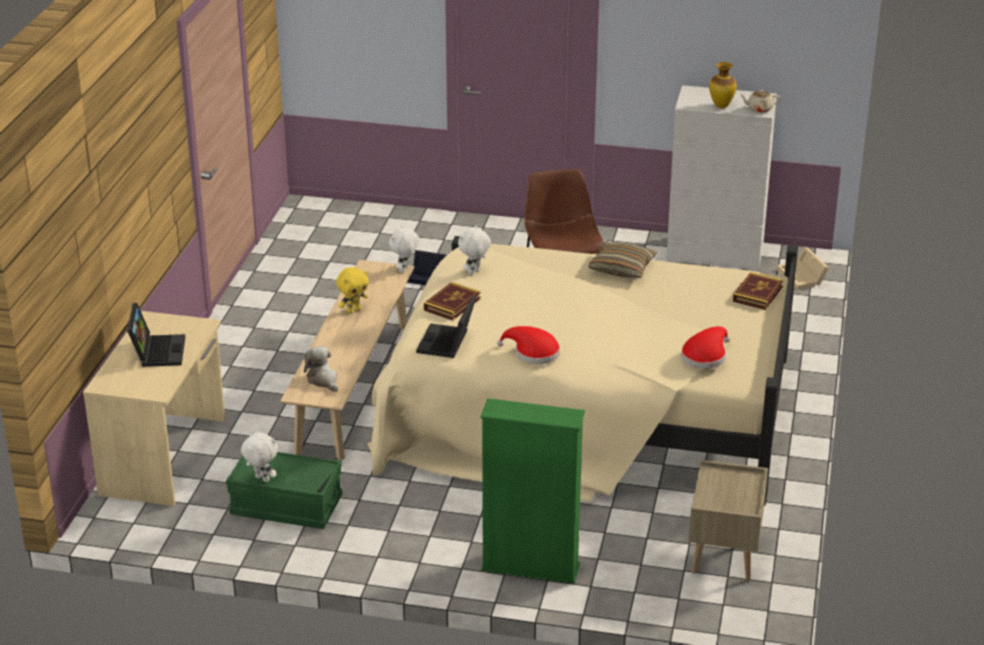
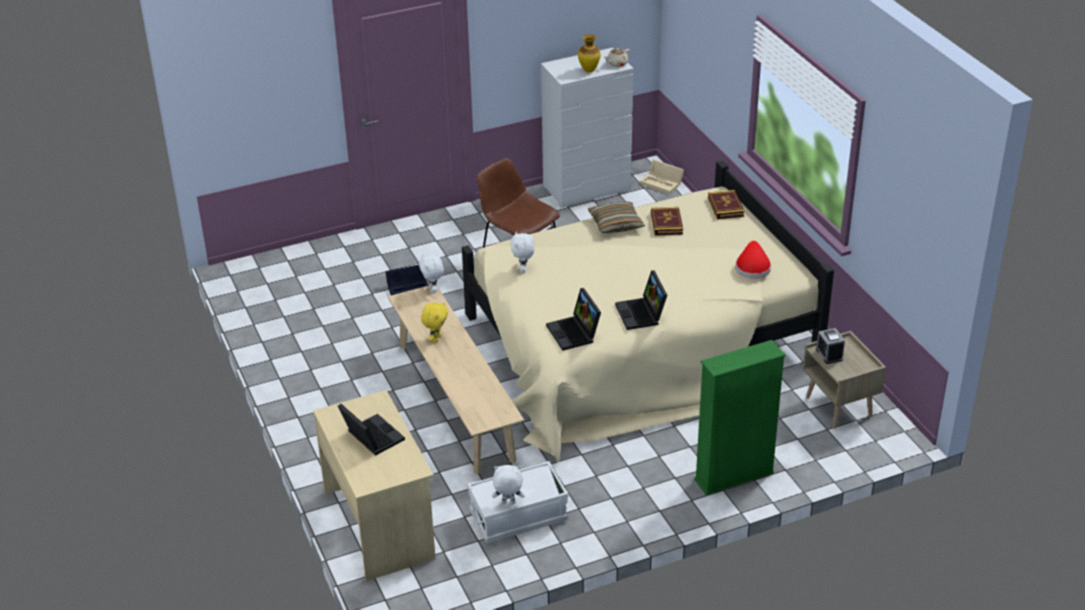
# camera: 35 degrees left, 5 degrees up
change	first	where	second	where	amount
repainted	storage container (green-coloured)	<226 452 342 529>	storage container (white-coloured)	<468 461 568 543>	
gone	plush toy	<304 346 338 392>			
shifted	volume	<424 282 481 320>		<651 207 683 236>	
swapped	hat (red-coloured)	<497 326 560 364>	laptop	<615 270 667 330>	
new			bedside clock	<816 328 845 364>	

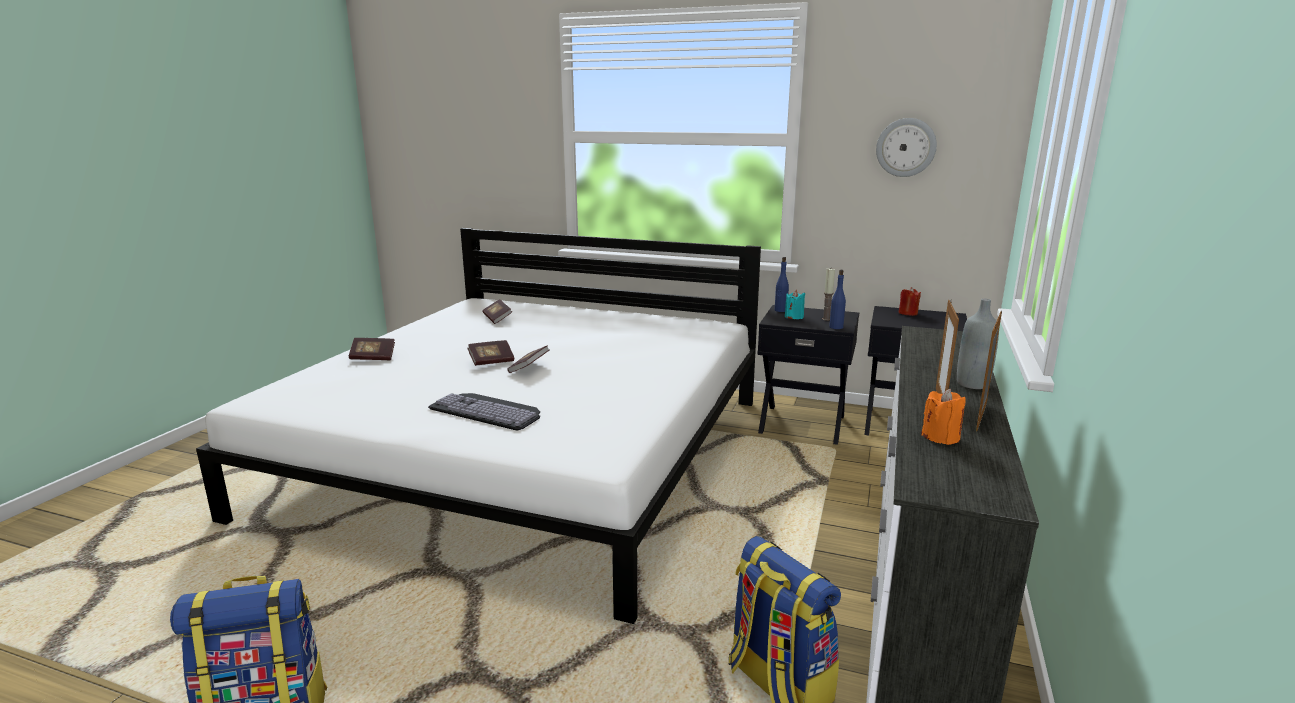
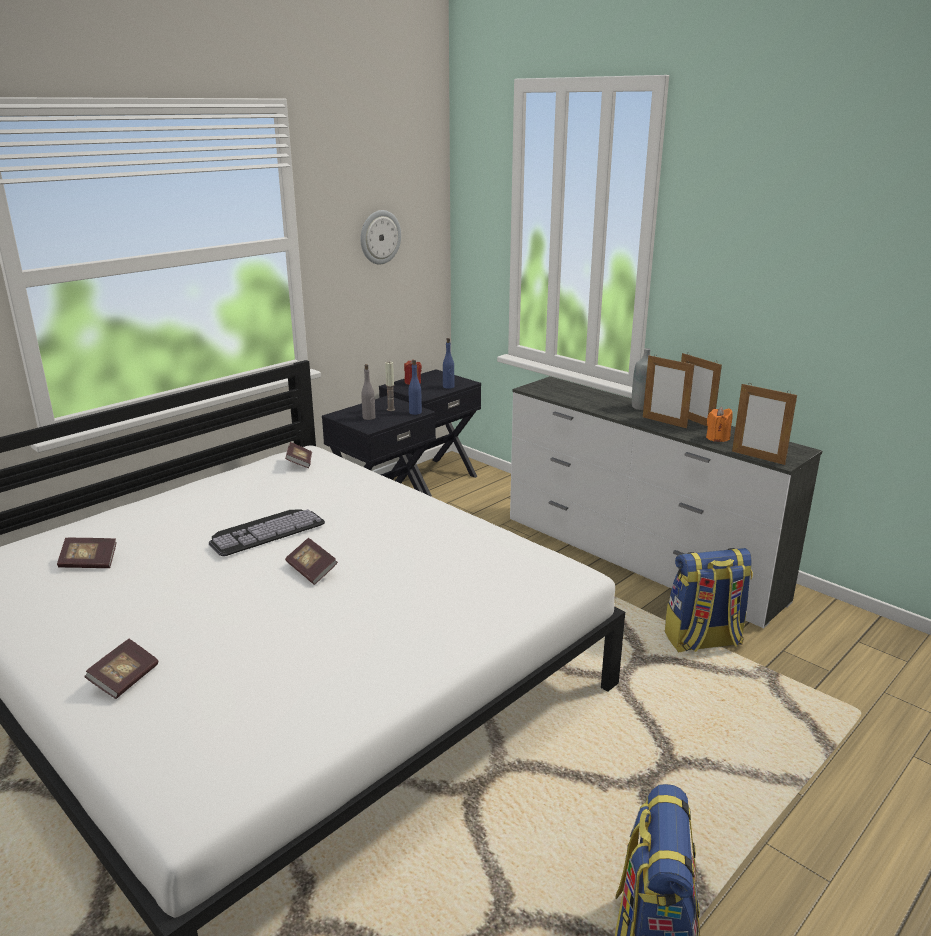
# camera: 65 degrees left, 5 degrees up
change	first	where	second	where	amount
shifted	PC keyboard	<428 393 540 430>		<209 509 325 556>	
shifted	volume	<467 340 515 366>		<285 442 312 468>	
shifted	bottle (bluish)	<775 257 789 312>		<443 338 454 389>	
swapped	wax light (turquoise)	<785 290 805 319>	bottle (grey)	<361 364 375 420>	
new			picture frame	<732 384 797 465>	

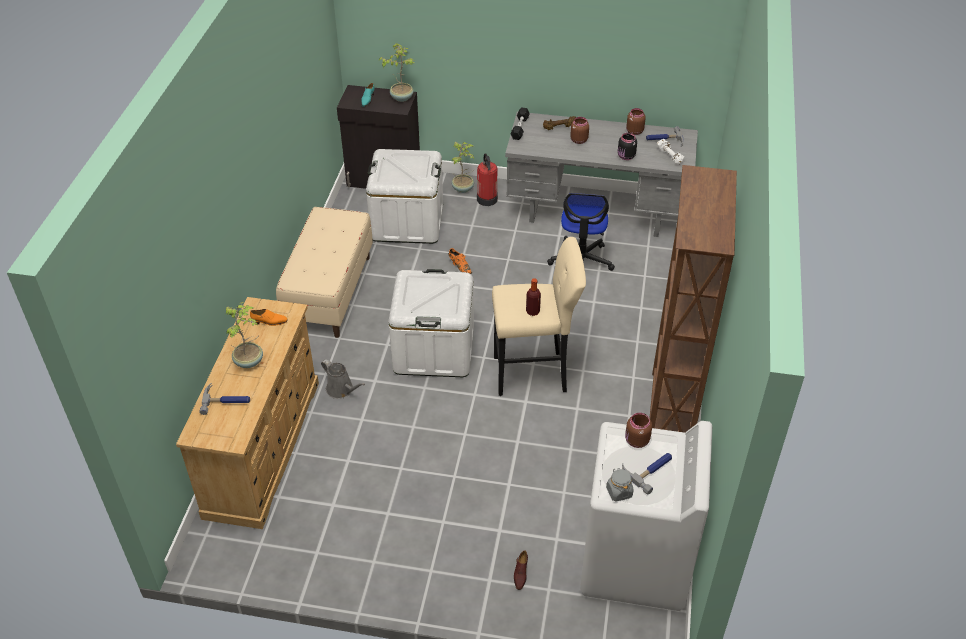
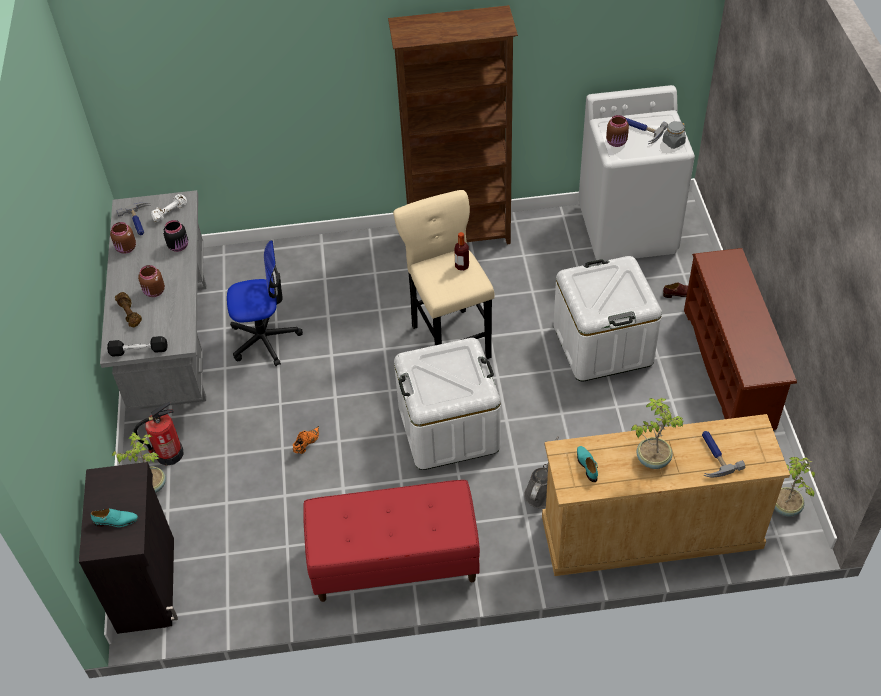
# camera: 105 degrees left, 5 degrees up
change	first	where	second	where	amount
repainted	item of footwear (orangey)	<250 309 288 326>	item of footwear (turquoise)	<577 446 598 482>	
repainted	bench (beige-coloured)	<276 207 373 338>	bench (red-coloured)	<303 480 480 602>	
shifted	storage container (white-coloured)	<366 149 443 244>		<553 256 662 381>	
shifted	houseplant	<378 43 414 102>		<774 457 815 517>	
new			shoe rack (brown)	<684 248 797 430>	

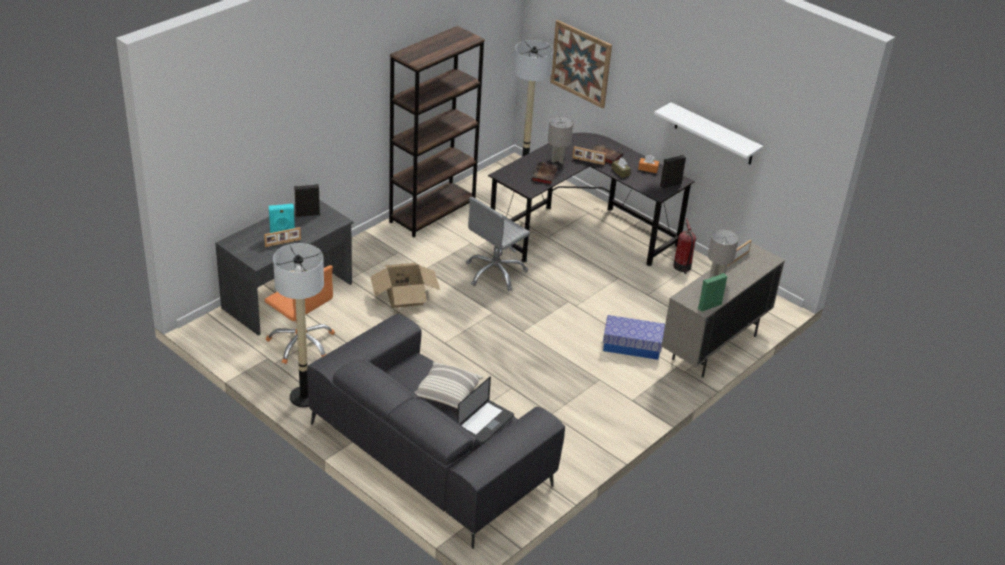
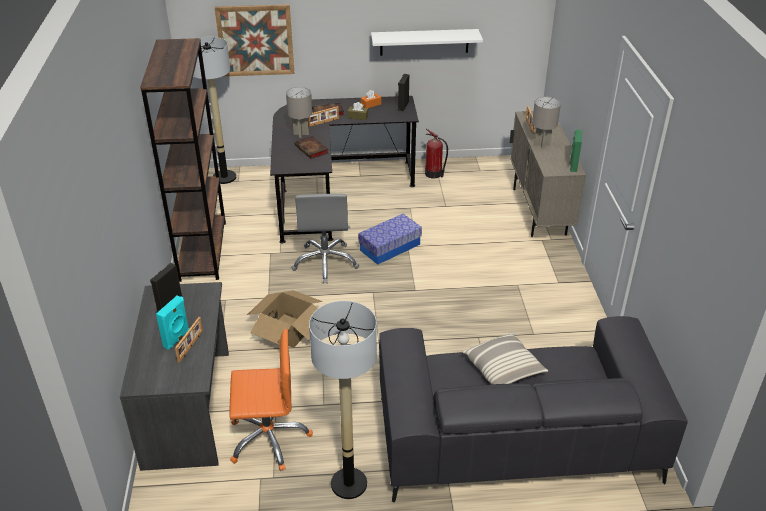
# camera: 45 degrees left, 0 degrees up
change	first	where	second	where	amount
gone	laptop	<457 377 514 444>			
shifted	storage container	<603 315 665 360>		<358 214 422 265>	

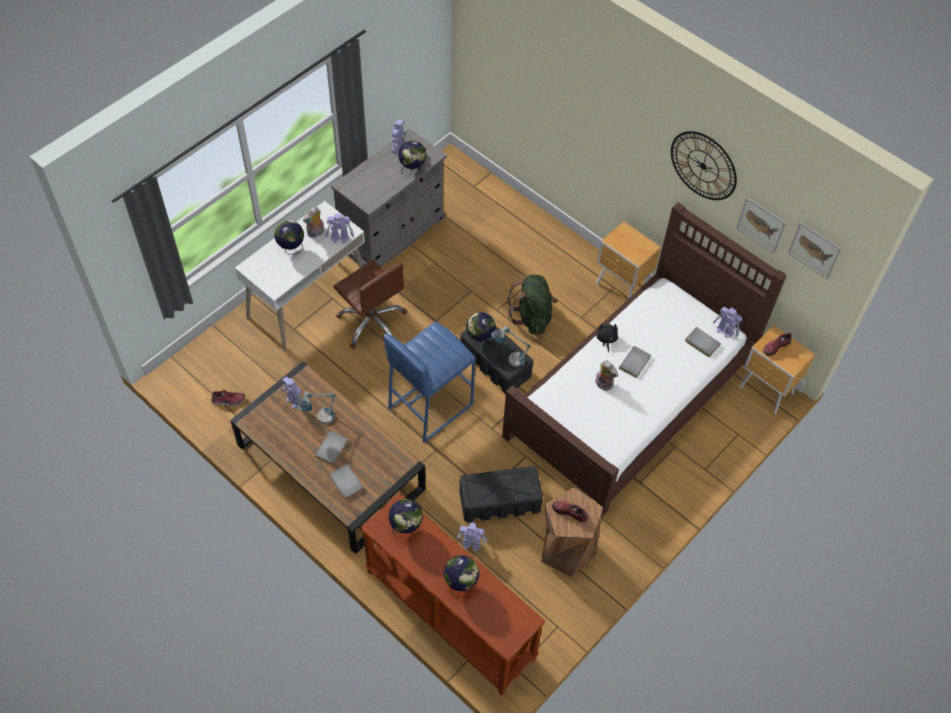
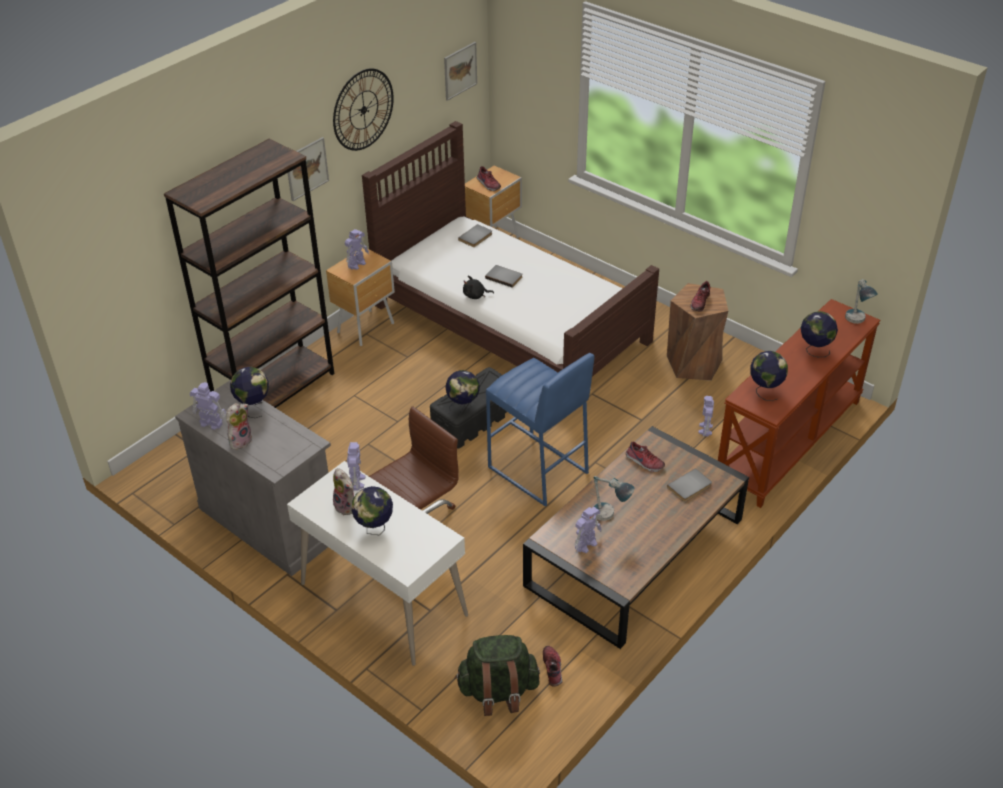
# camera: 90 degrees left, 15 degrees down
change	first	where	second	where	amount
gone	volume (grey)	<315 431 348 465>			
gone	storage container (black-coloured)	<459 466 543 523>			
shifted	tabletop lamp	<491 325 531 367>		<845 279 878 324>	
shifted	knapsack (green-coloured)	<508 275 557 335>		<455 635 540 716>	
shifted	plush toy	<595 360 618 391>		<226 403 252 450>	
shifted	robot figure	<713 307 742 338>		<345 229 369 270>	
shifted	wall picture	<736 197 786 253>		<288 137 329 201>	
new			bookshelf (brown)	<164 139 334 408>	
new			item of footwear	<626 442 665 472>	

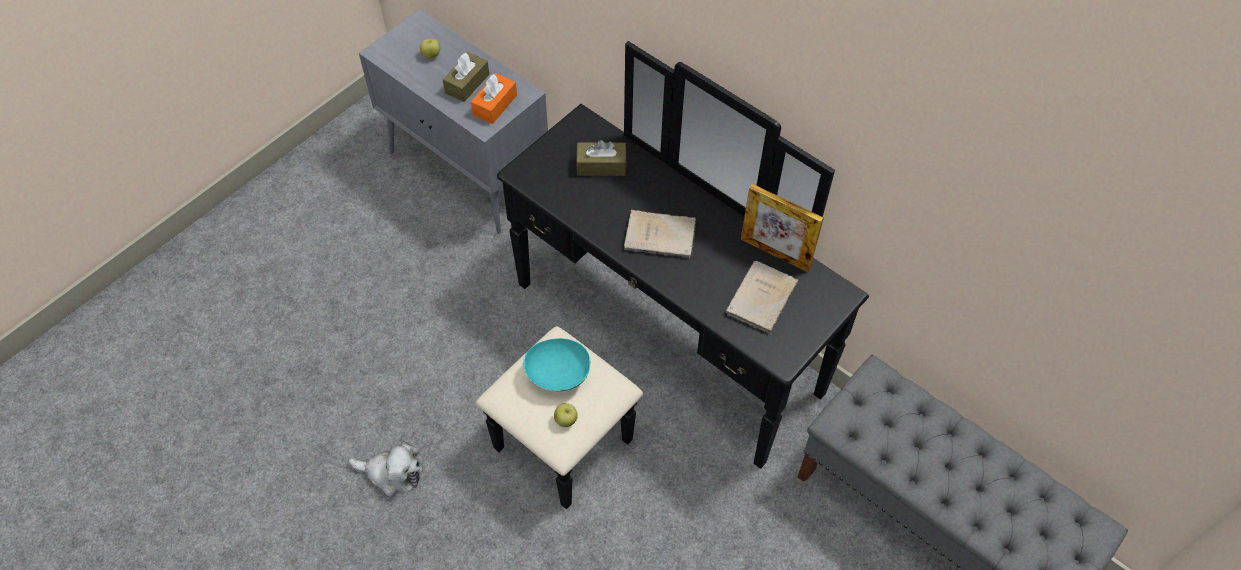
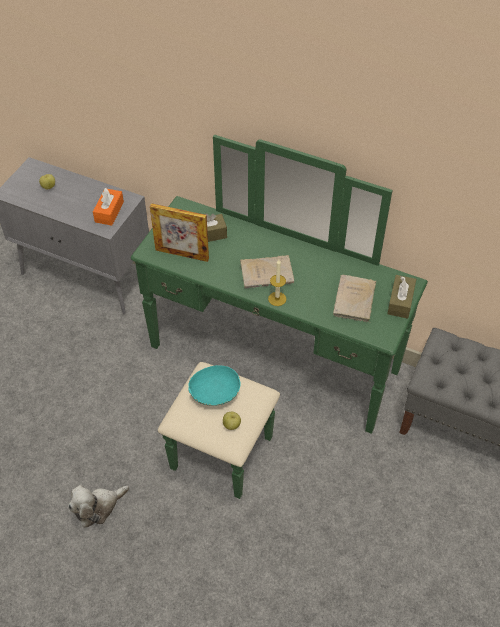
# camera: 15 degrees left, 5 degrees down
change	first	where	second	where	amount
rotated	plush toy	<349 441 423 497>		<68 485 129 528>	150 degrees clockwise
shifted	tissue box (brown)	<443 52 489 102>		<387 275 416 319>	
repainted	chest of drawers (black-coloured)	<476 41 869 509>	chest of drawers (green-coloured)	<131 135 428 499>	
shifted	picture frame	<741 184 824 272>		<150 203 209 262>	
new			wax light	<268 260 286 306>	

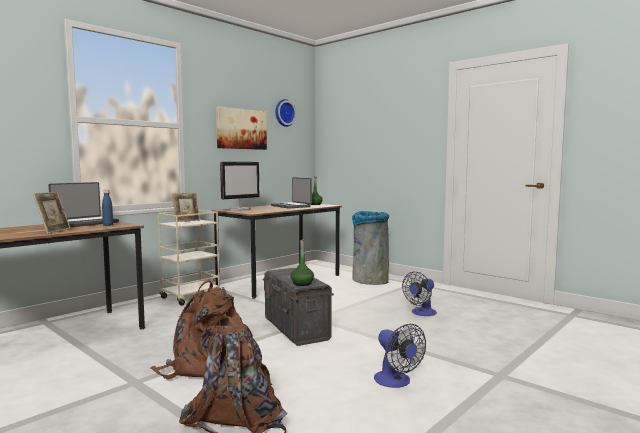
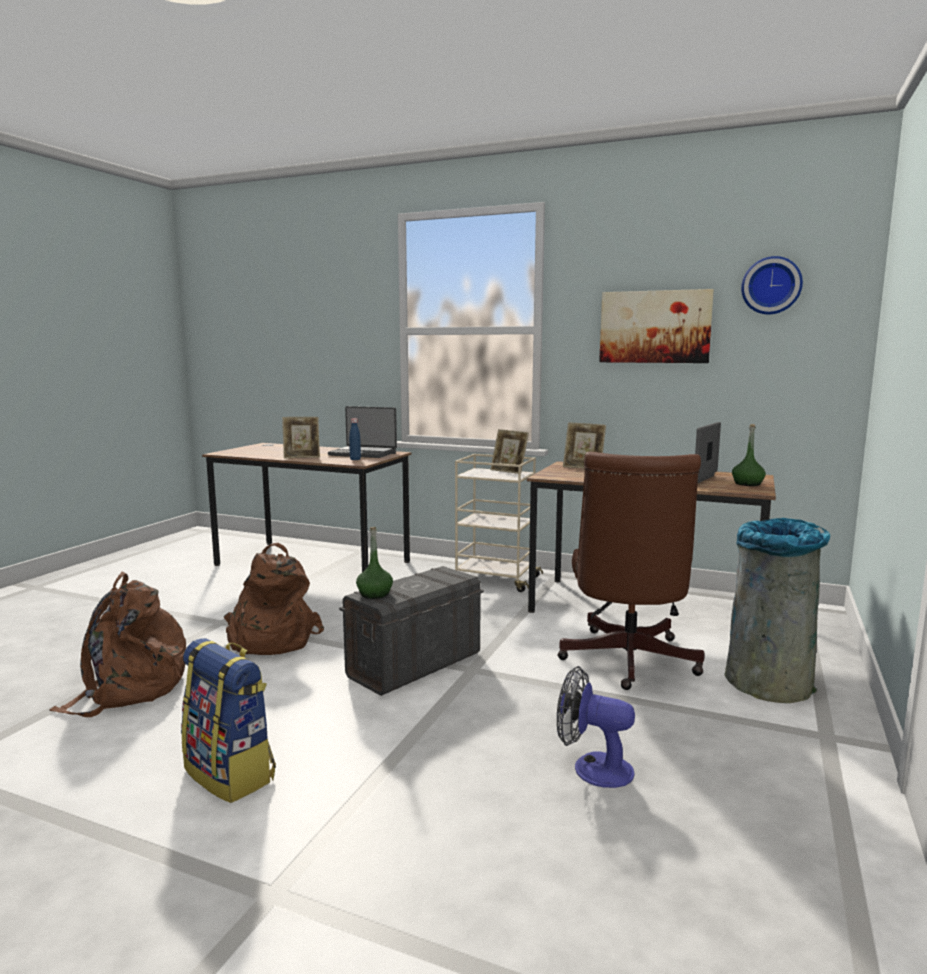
# camera: 70 degrees right, 5 degrees up
change	first	where	second	where	amount
swapped	computer display	<220 162 259 210>	picture frame	<563 422 606 468>	
swapped	electric fan	<374 324 426 388>	knapsack	<181 638 276 803>	
new			office chair (brown)	<557 452 704 690>	

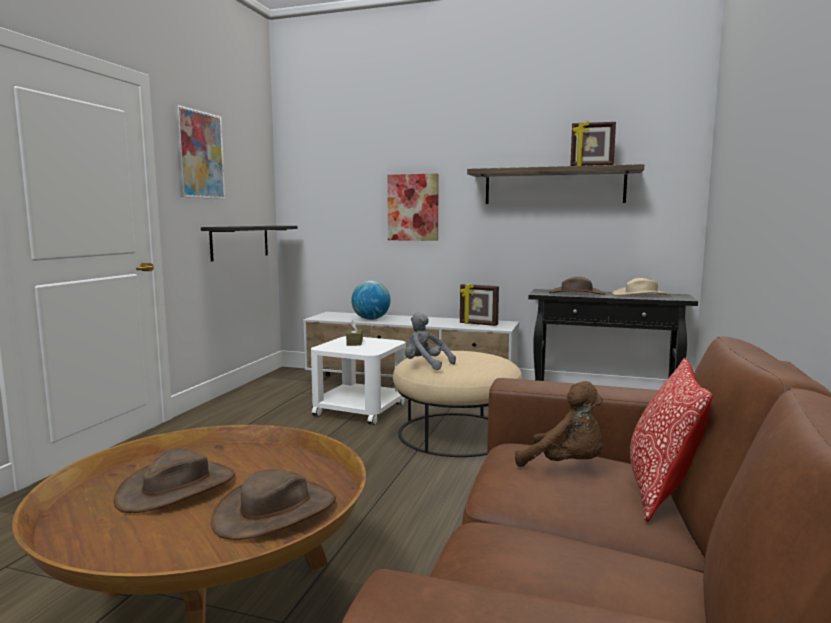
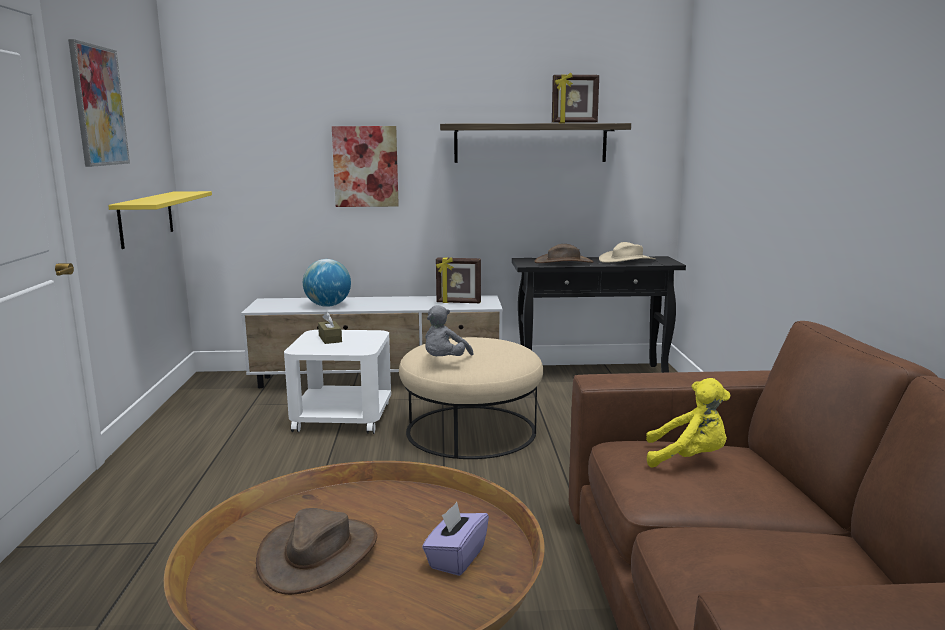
# camera: 20 degrees left, 5 degrees up
change	first	where	second	where	amount
repainted	shelf (black-coloured)	<201 226 298 261>	shelf (yellow-coloured)	<108 191 212 249>	
swapped	hat (brown)	<211 469 336 540>	tissue box (purplish)	<422 502 489 576>	
rotated	plush toy (grey)	<405 312 456 370>		<425 305 474 356>	75 degrees counterclockwise
repainted	plush toy (brown)	<515 381 603 467>	plush toy (yellow-coloured)	<646 378 730 467>	
gone	throw pillow	<630 358 713 522>			

